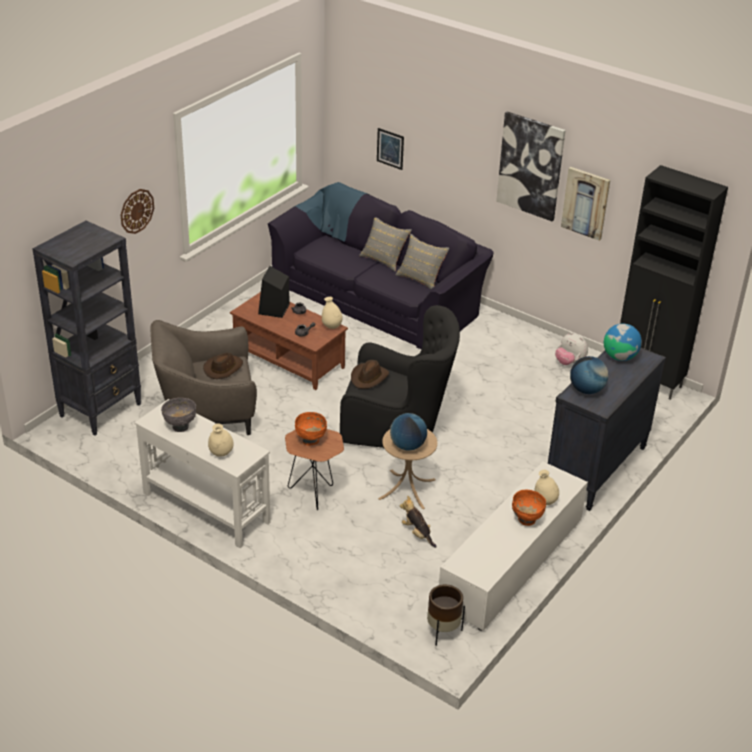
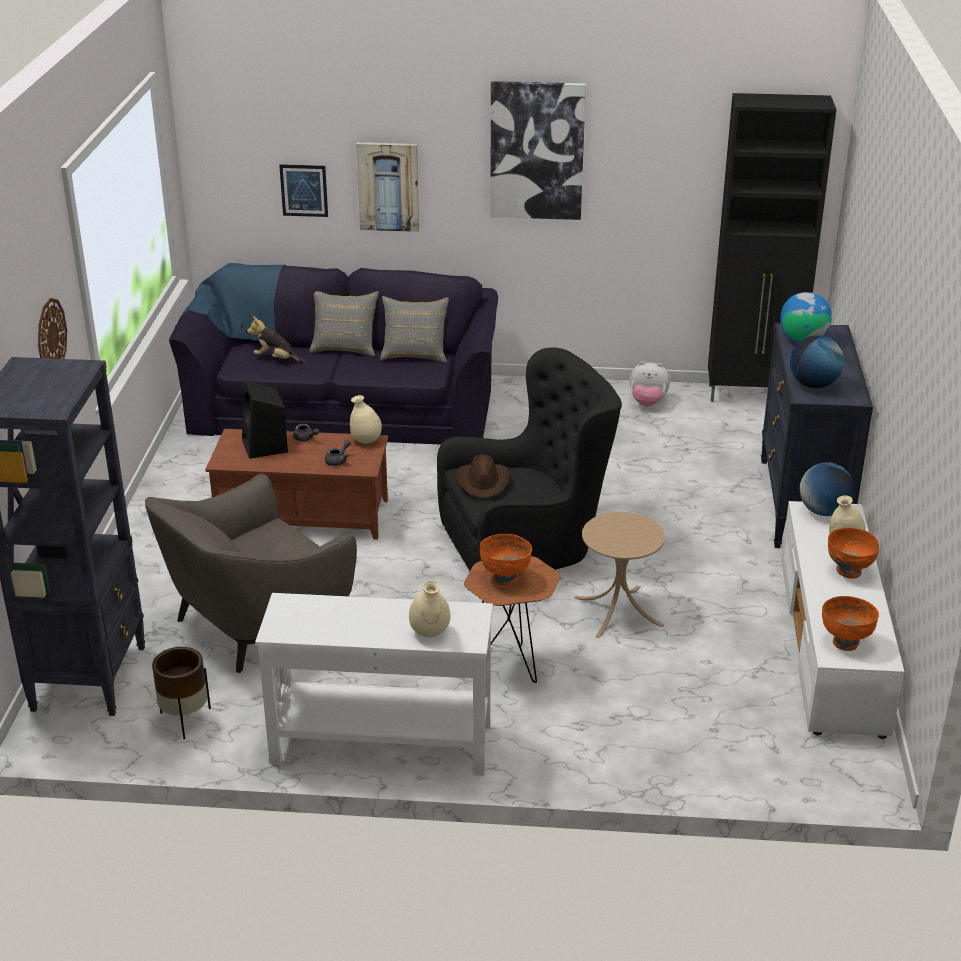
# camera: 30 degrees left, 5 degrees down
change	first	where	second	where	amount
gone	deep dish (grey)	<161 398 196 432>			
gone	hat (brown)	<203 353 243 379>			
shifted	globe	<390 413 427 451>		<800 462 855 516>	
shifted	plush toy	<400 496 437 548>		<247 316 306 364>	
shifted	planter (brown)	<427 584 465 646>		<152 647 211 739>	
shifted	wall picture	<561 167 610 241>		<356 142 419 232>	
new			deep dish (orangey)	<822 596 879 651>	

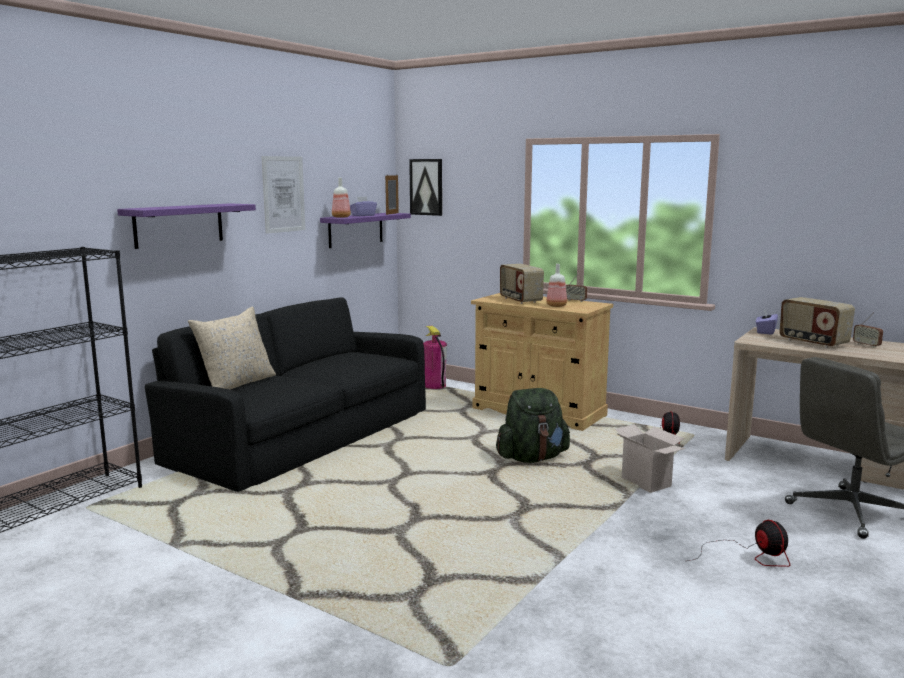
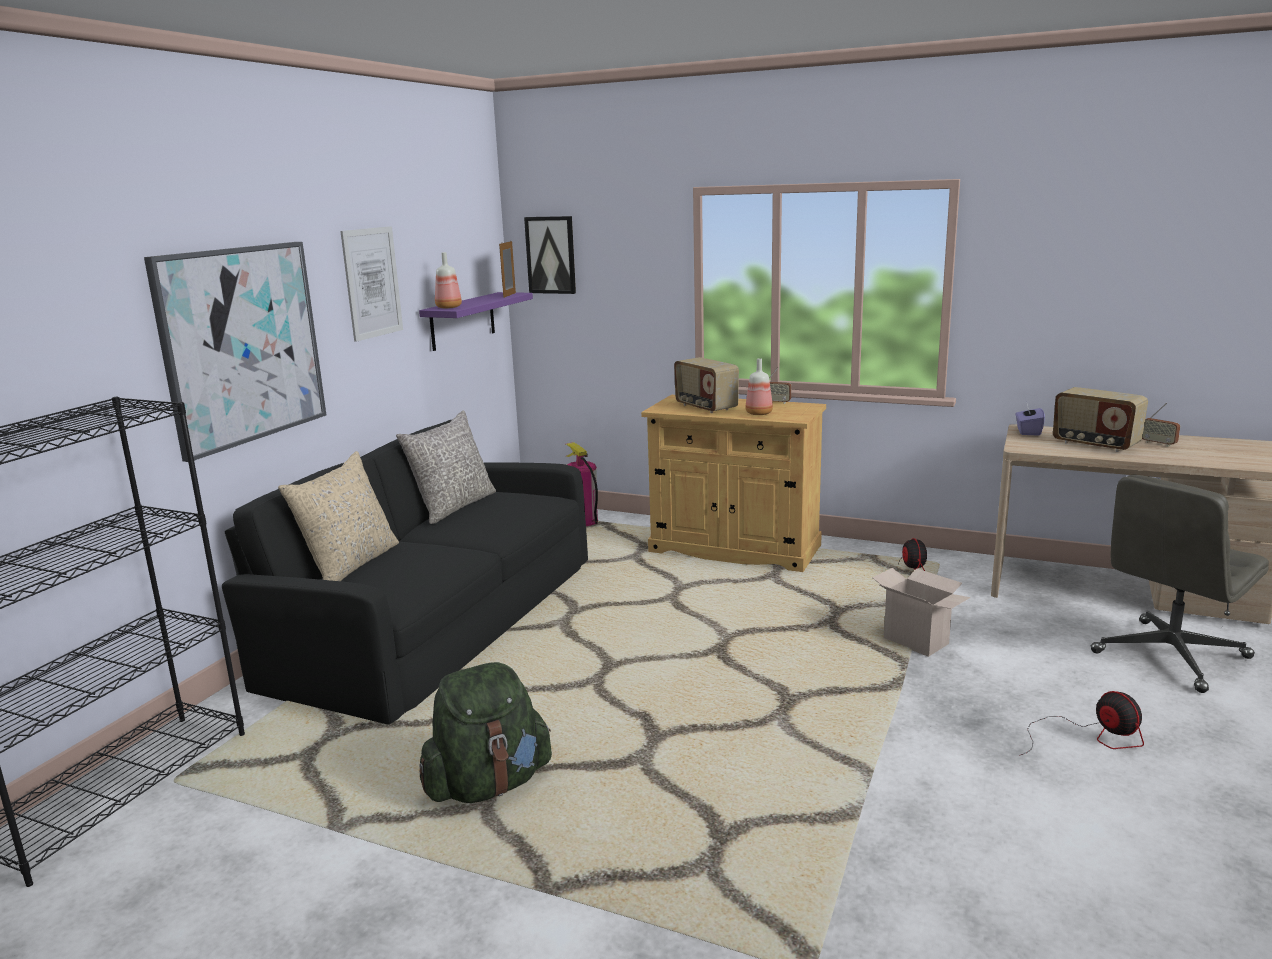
# camera: 10 degrees left, 5 degrees up
change	first	where	second	where	amount
swapped	shelf (purplish)	<117 203 256 249>	wall picture	<144 242 326 462>	
gone	tissue box (purplish)	<350 196 377 216>			
shifted	knapsack (green-coloured)	<496 388 570 463>		<419 662 552 803>	
new			throw pillow (grey)	<396 410 496 524>	

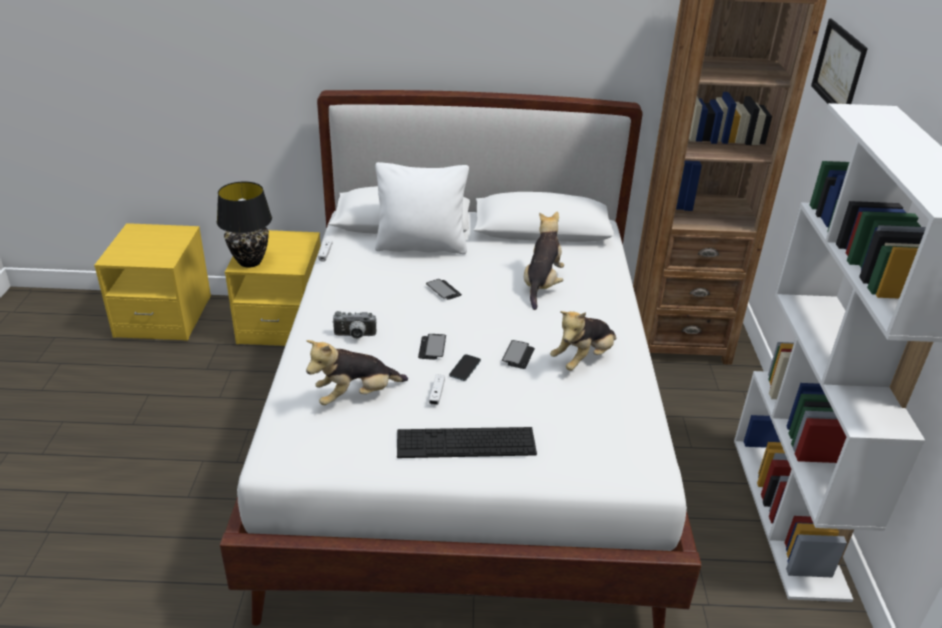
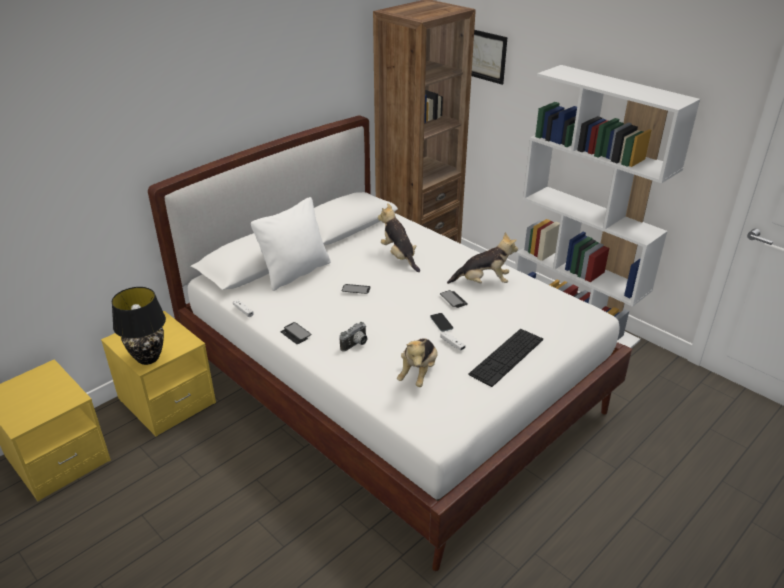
# camera: 45 degrees left, 0 degrees up
change	first	where	second	where	amount
shifted	handset	<418 334 446 360>		<280 322 311 344>	
rotated	plush toy	<550 311 616 371>		<447 232 518 284>	90 degrees counterclockwise

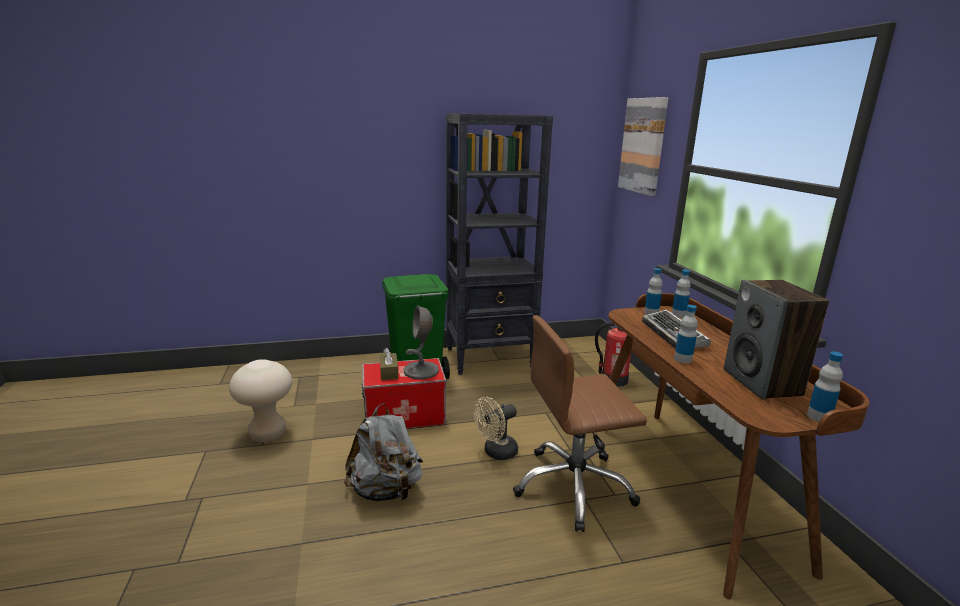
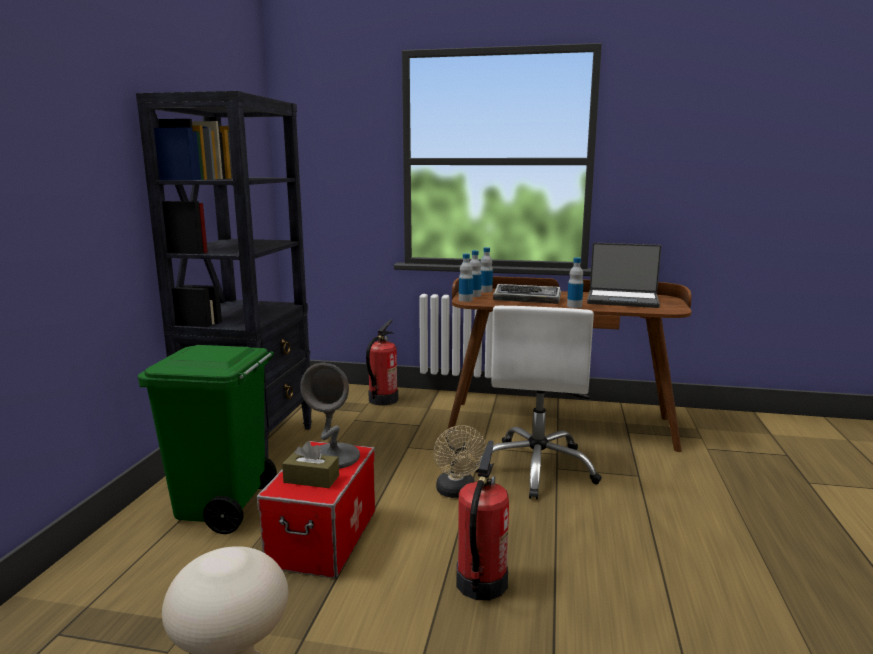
# camera: 65 degrees left, 5 degrees down
change	first	where	second	where	amount
swapped	knapsack (grey)	<344 403 423 501>	fire-fighting cylinder	<456 440 509 600>	
repainted	office chair (brown)	<513 315 647 532>	office chair (white-coloured)	<474 306 602 500>	
gone	wall picture	<618 97 668 196>			
swapped	speaker	<724 280 829 399>	laptop	<587 243 661 308>	
shifted	bottle	<807 352 843 422>		<459 253 473 302>	

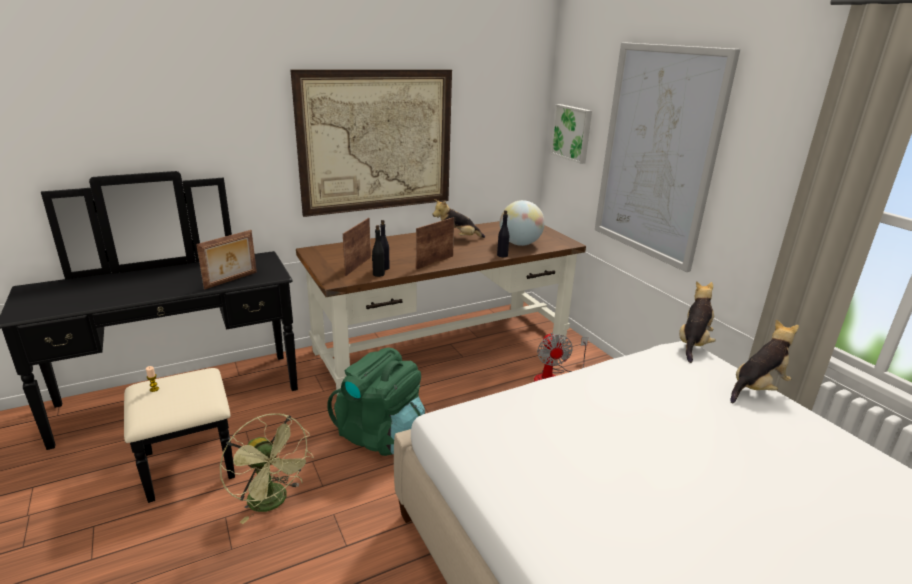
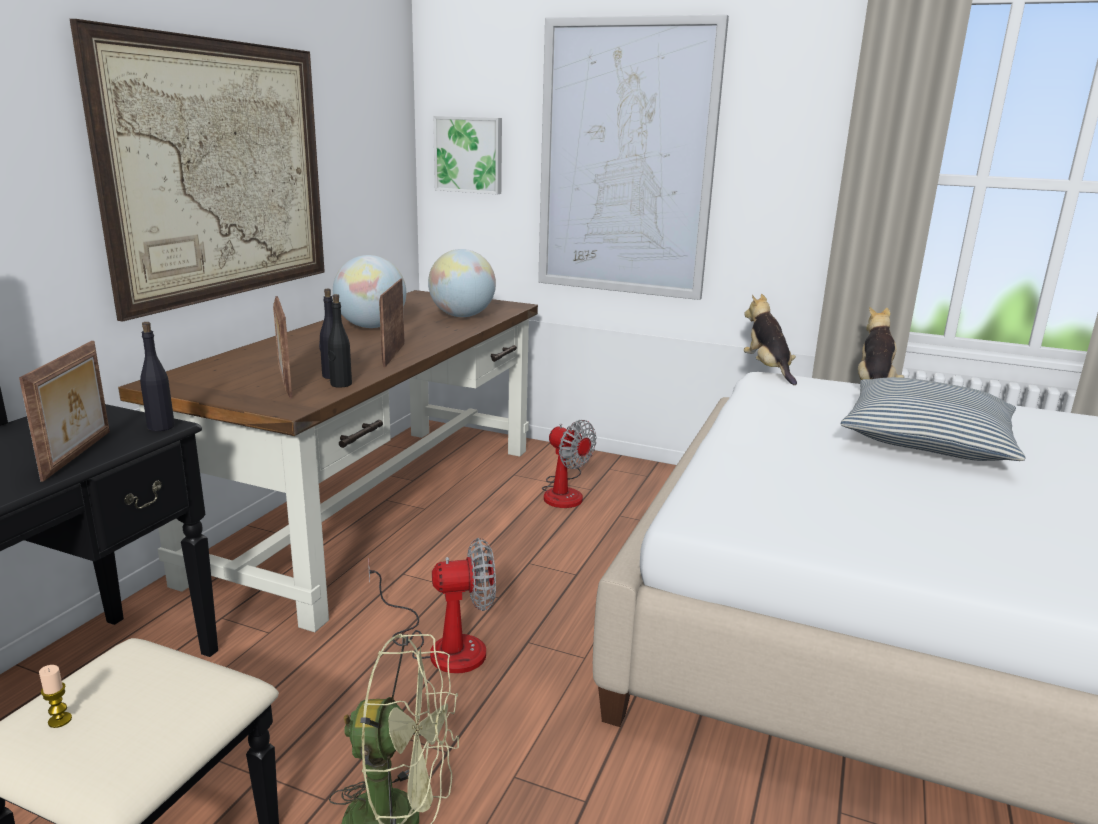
# camera: 40 degrees left, 5 degrees down
change	first	where	second	where	amount
swapped	knapsack (green-coloured)	<327 348 425 456>	electric fan	<368 538 496 674>	
swapped	plush toy	<432 199 485 238>	globe	<333 255 406 328>	
shifted	bottle (black-coloured)	<497 210 509 257>		<140 322 175 431>	
new			throw pillow	<840 377 1025 461>	

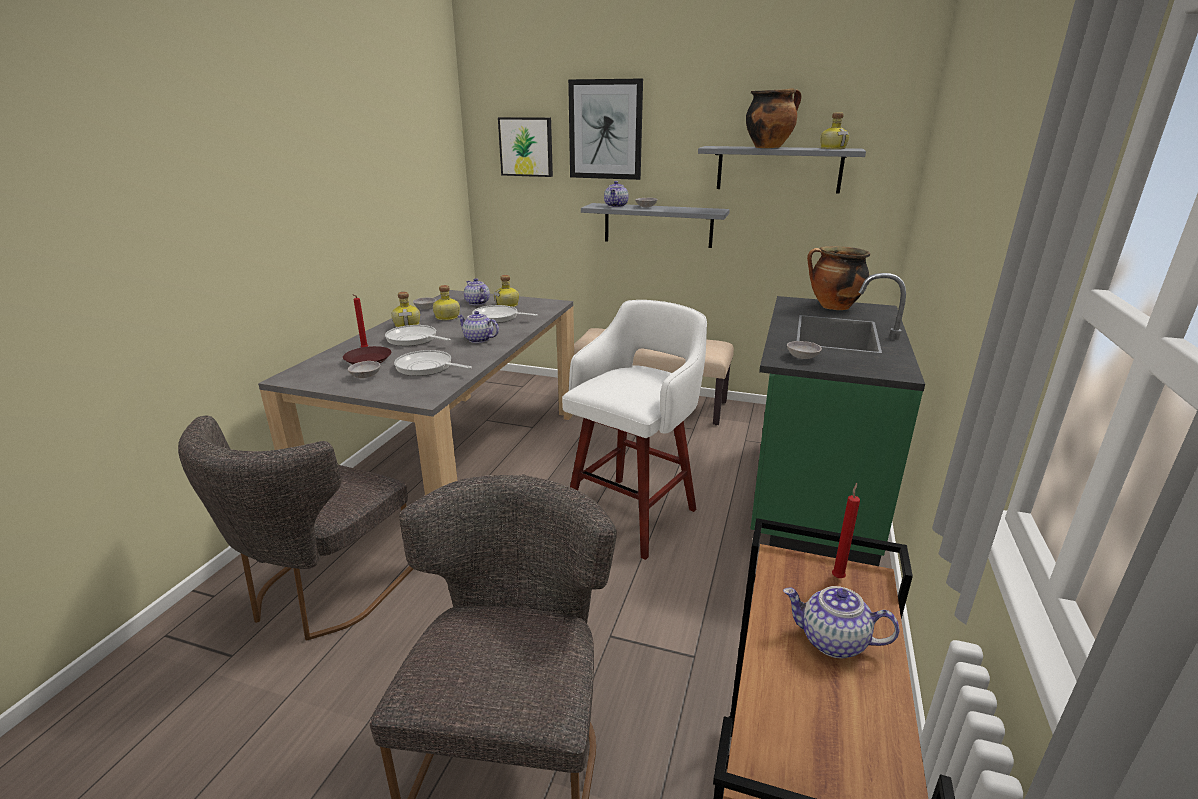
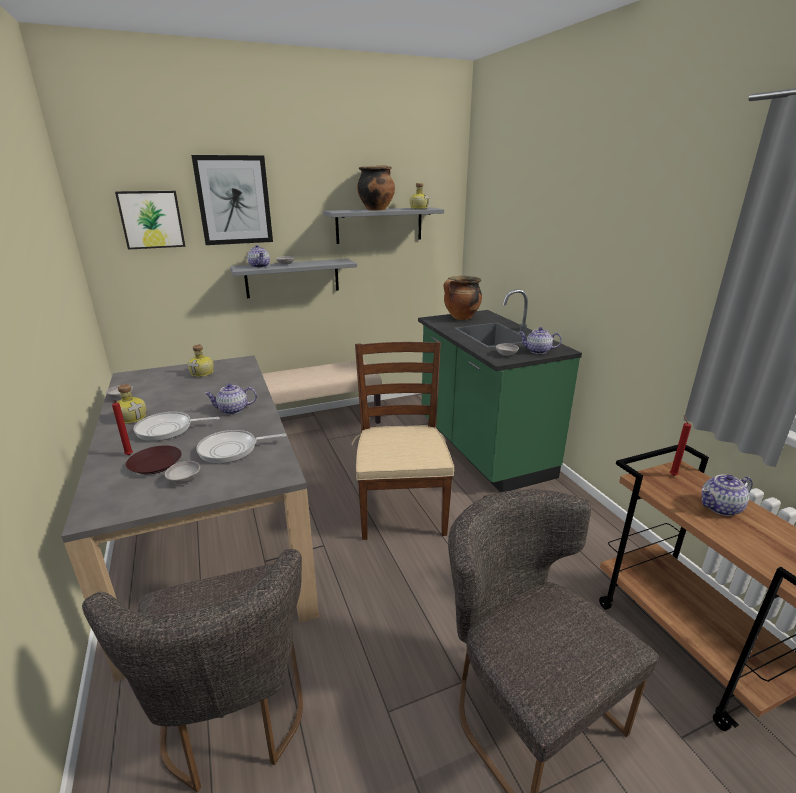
# camera: 40 degrees left, 0 degrees up
change	first	where	second	where	amount
gone	bottle	<433 285 460 320>			
shifted	tea pot	<464 278 490 305>		<519 327 562 354>	
gone	frying pan	<472 305 538 323>			
swapped	sitting stool (white-coloured)	<562 300 707 560>	chair (brown)	<351 342 454 540>	

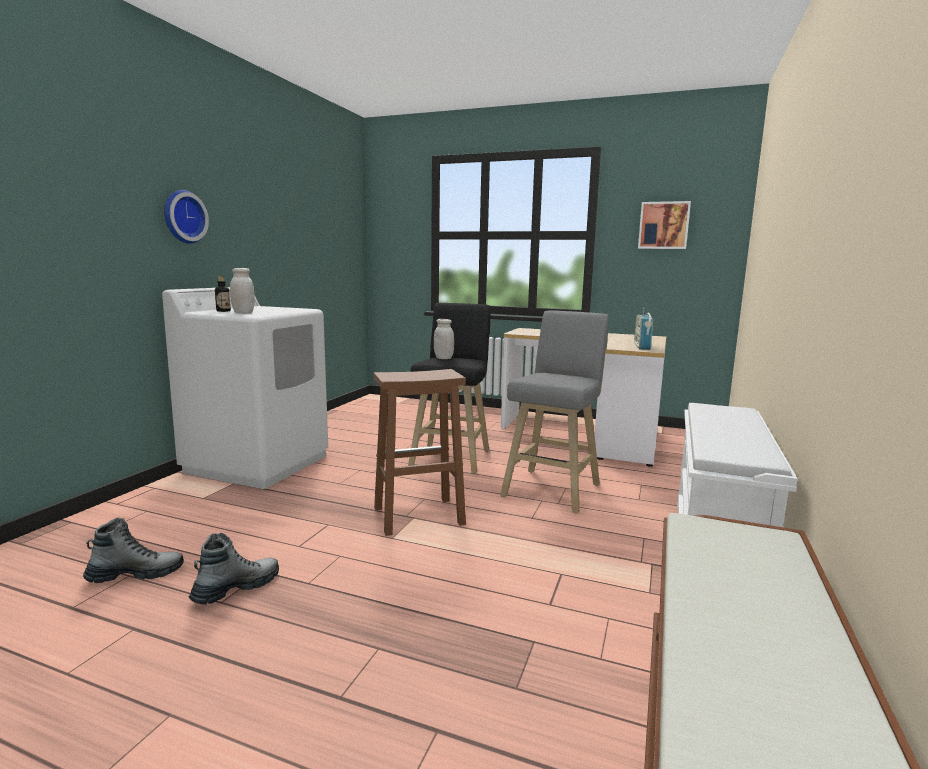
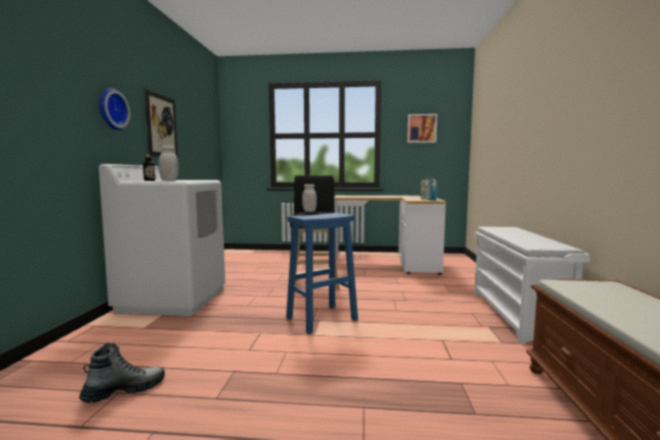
# camera: 15 degrees left, 5 degrees down
change	first	where	second	where	amount
gone	high-top boot	<188 533 279 605>			
repainted	sitting stool (brown)	<374 369 466 536>	sitting stool (bluish)	<286 213 358 334>	
gone	sitting stool (grey)	<500 310 609 514>			
new			wall picture	<145 89 178 158>	

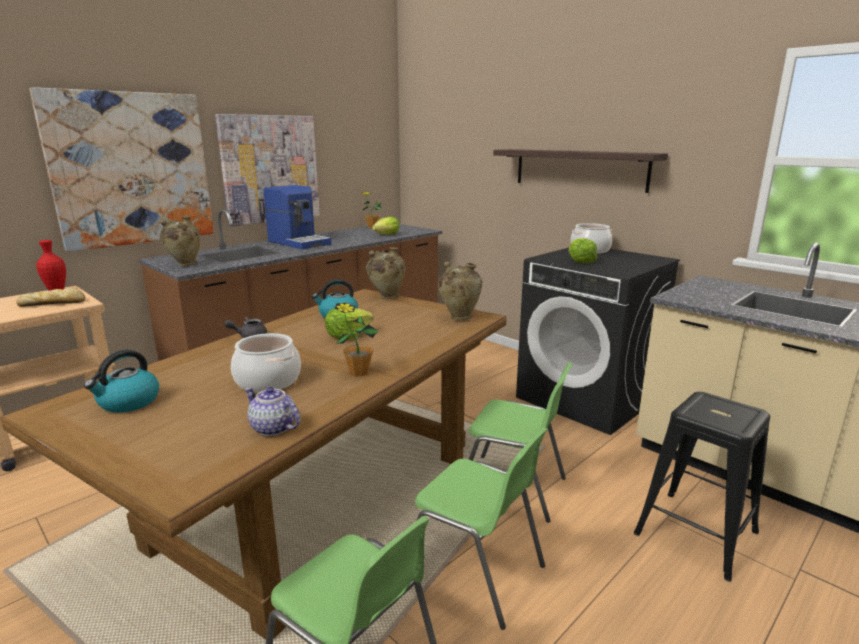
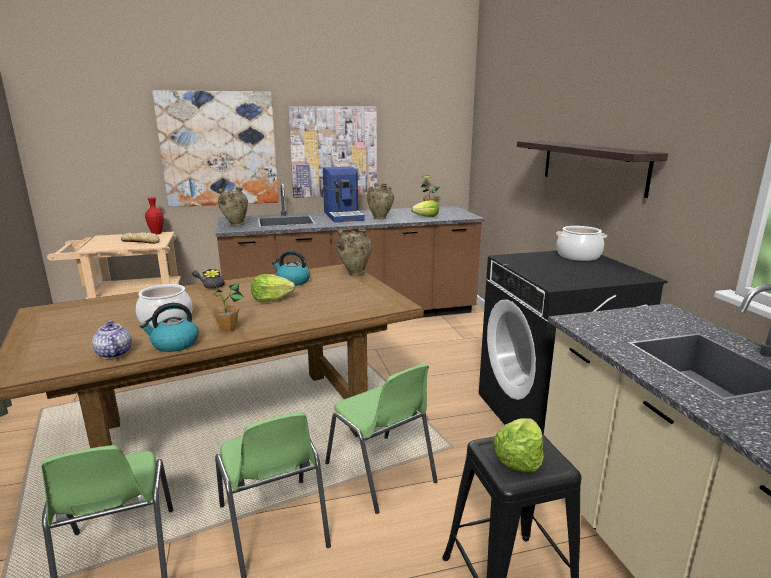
# camera: 30 degrees right, 0 degrees up
change	first	where	second	where	amount
shifted	kettle	<84 350 159 413>		<140 303 199 352>	
shifted	vase (beige-coloured)	<438 261 483 320>		<367 182 394 219>	
shifted	lettuce head	<569 238 597 263>		<492 418 544 473>	

